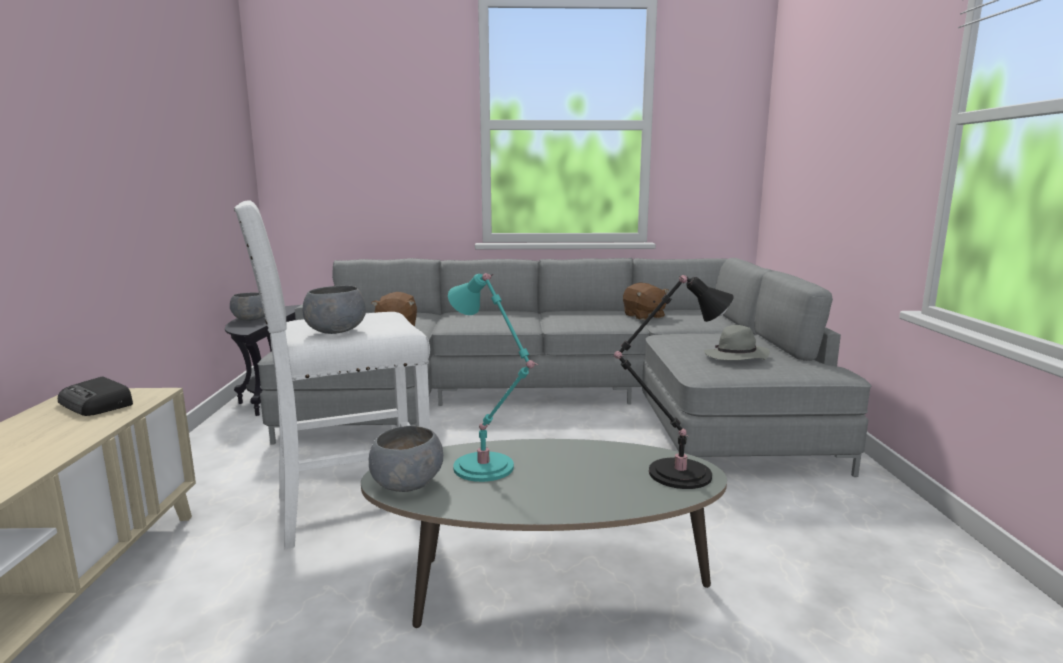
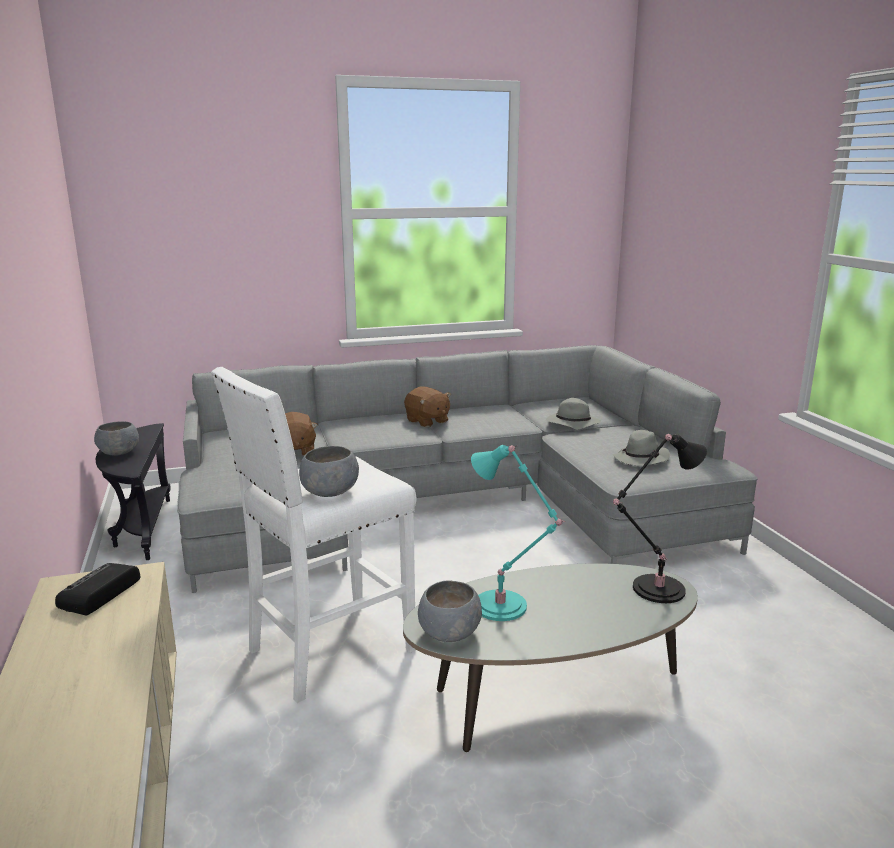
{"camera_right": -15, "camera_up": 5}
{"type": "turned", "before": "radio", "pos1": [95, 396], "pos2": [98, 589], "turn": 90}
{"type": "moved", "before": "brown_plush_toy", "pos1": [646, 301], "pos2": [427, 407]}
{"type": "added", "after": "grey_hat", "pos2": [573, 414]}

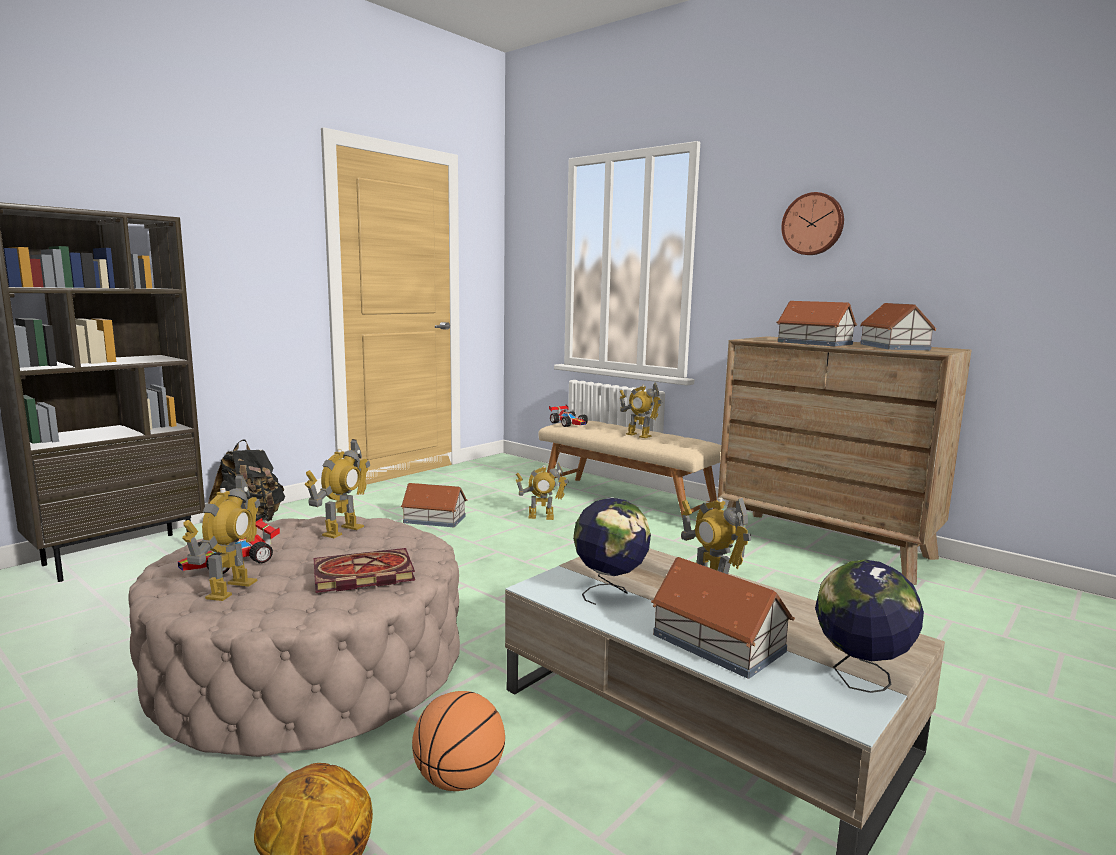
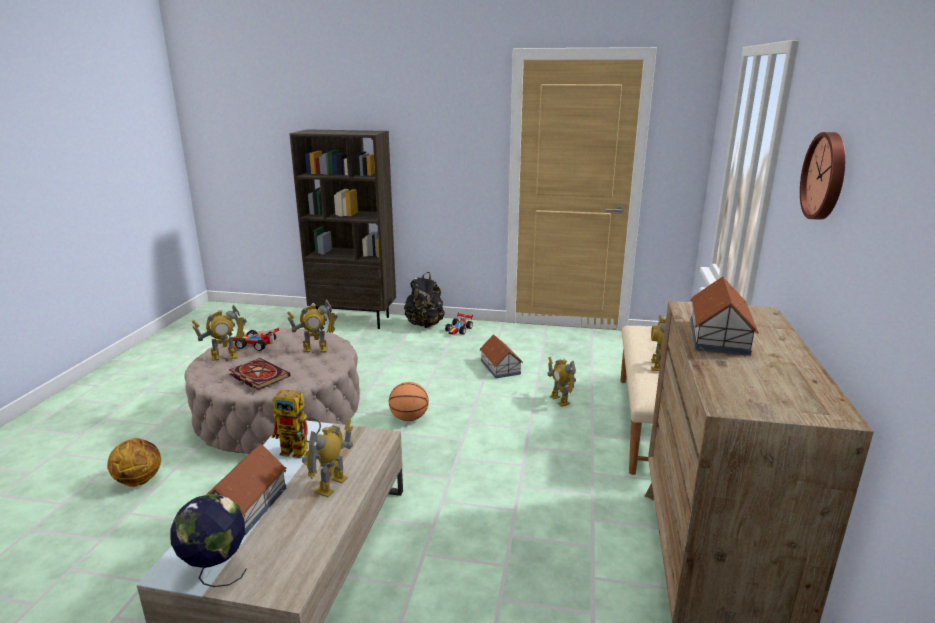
{"camera_right": 60, "camera_up": 10}
{"type": "moved", "before": "basketball", "pos1": [458, 741], "pos2": [409, 401]}
{"type": "moved", "before": "toy_car", "pos1": [568, 416], "pos2": [459, 323]}
{"type": "replaced", "before": "globe", "after": "toy_robot", "pos1": [612, 551], "pos2": [296, 423]}
{"type": "removed", "before": "toy_house", "pos1": [898, 326]}

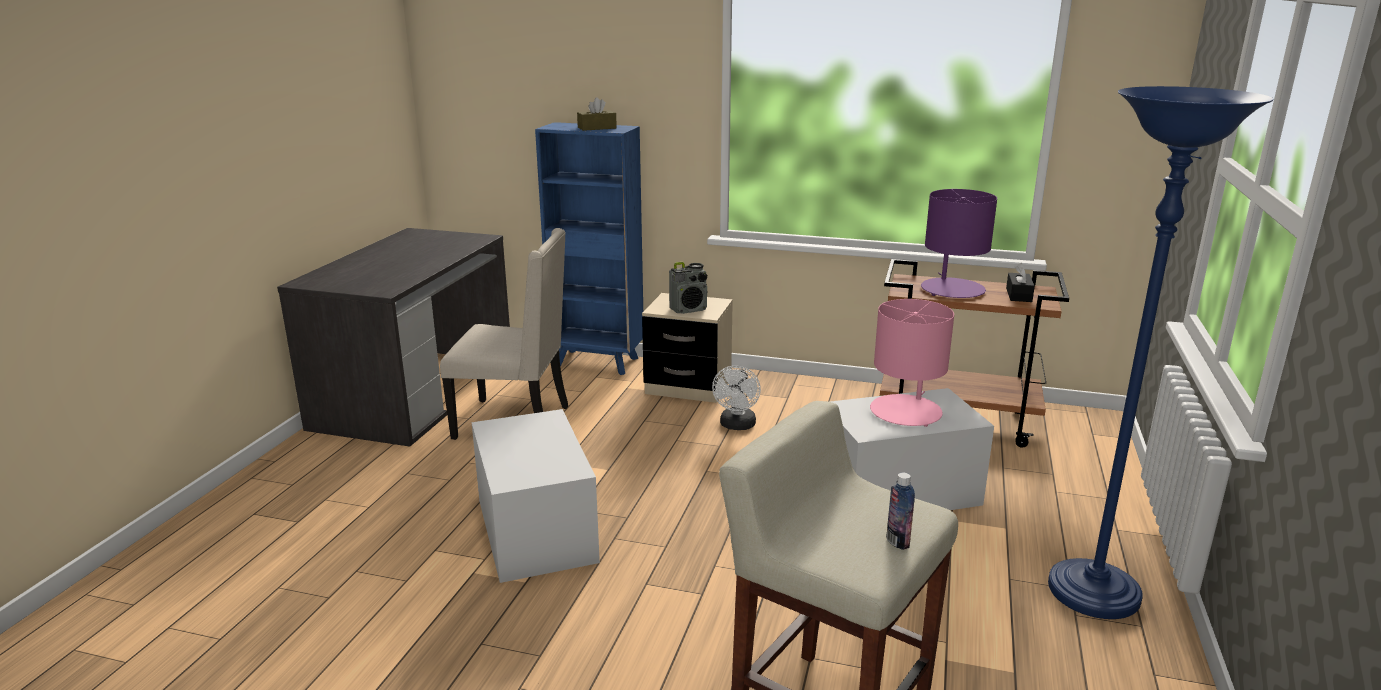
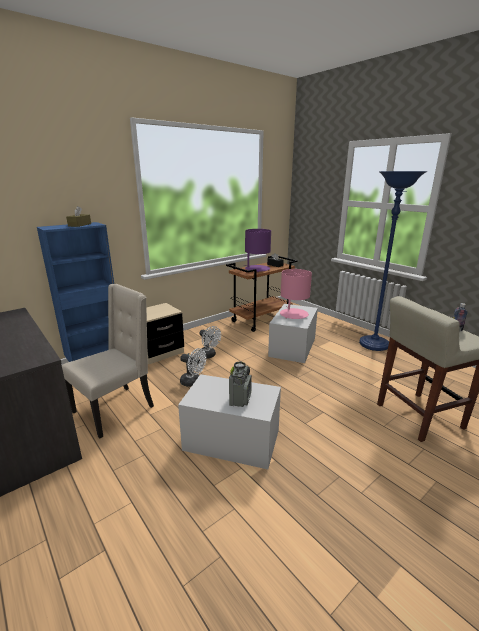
{"camera_right": -55, "camera_up": 0}
{"type": "moved", "before": "radio", "pos1": [688, 288], "pos2": [240, 384]}
{"type": "added", "after": "white_fan", "pos2": [193, 367]}

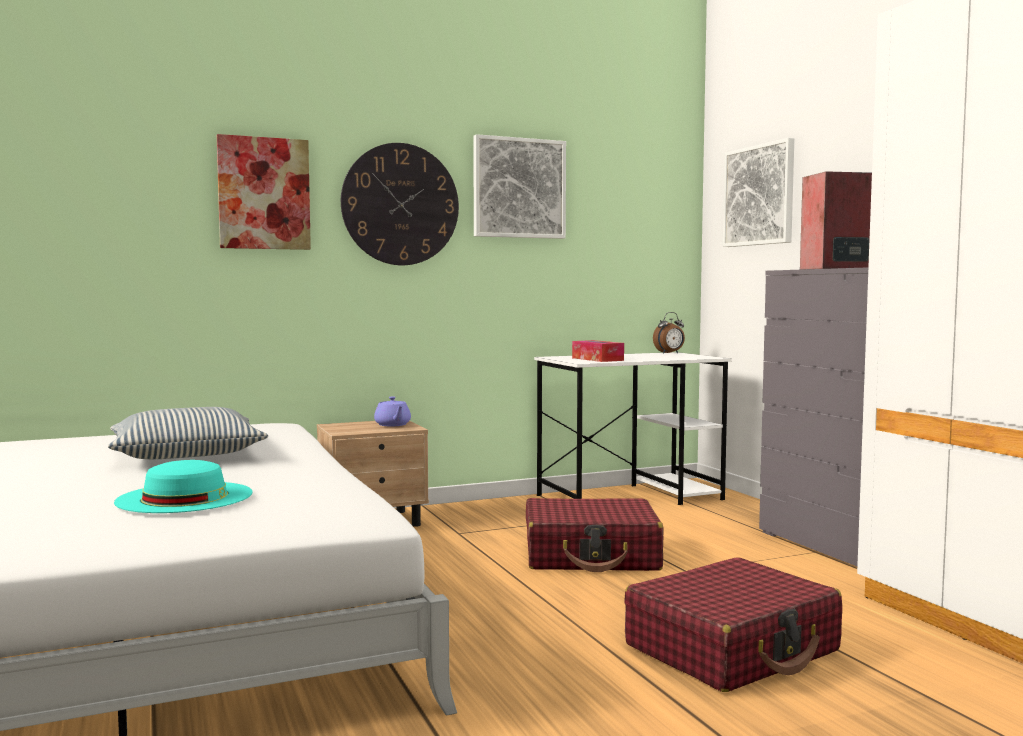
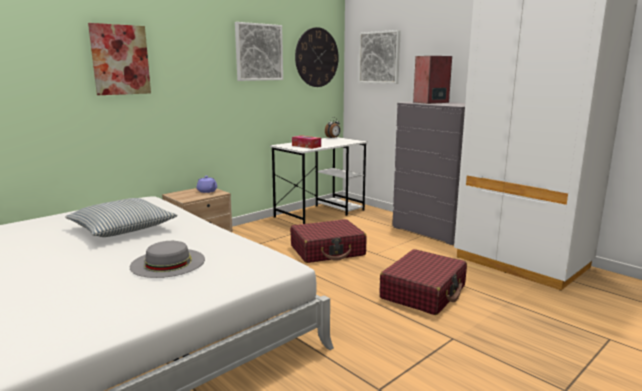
{"camera_right": -20, "camera_up": 10}
{"type": "recoloured", "before": "turquoise_hat", "after": "grey_hat", "pos1": [183, 486], "pos2": [167, 259]}
{"type": "moved", "before": "wall_clock", "pos1": [400, 204], "pos2": [317, 57]}

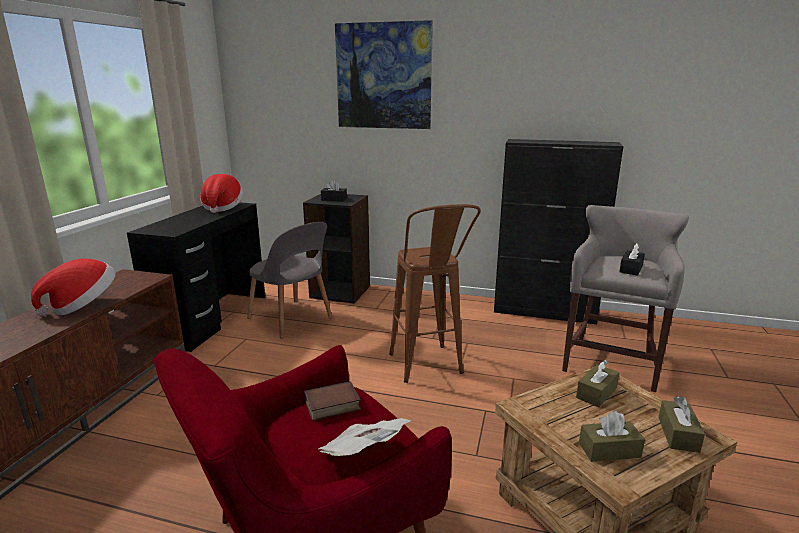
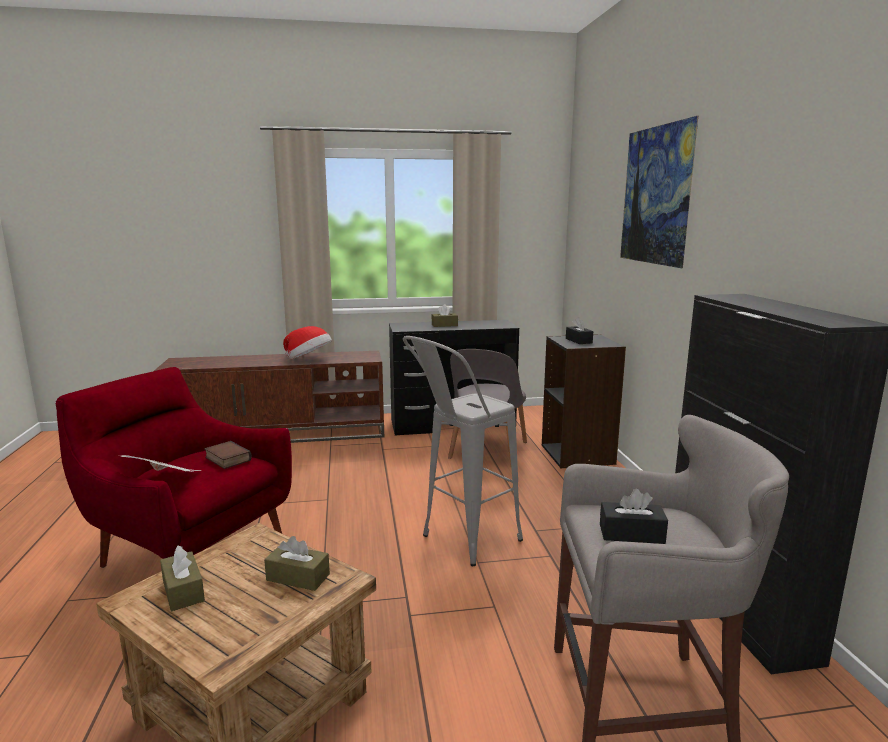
{"camera_right": 65, "camera_up": -5}
{"type": "removed", "before": "hat", "pos1": [221, 193]}
{"type": "recoloured", "before": "brown_stool", "after": "grey_stool", "pos1": [435, 293], "pos2": [463, 451]}
{"type": "moved", "before": "brown_tissue_box", "pos1": [681, 424], "pos2": [445, 315]}

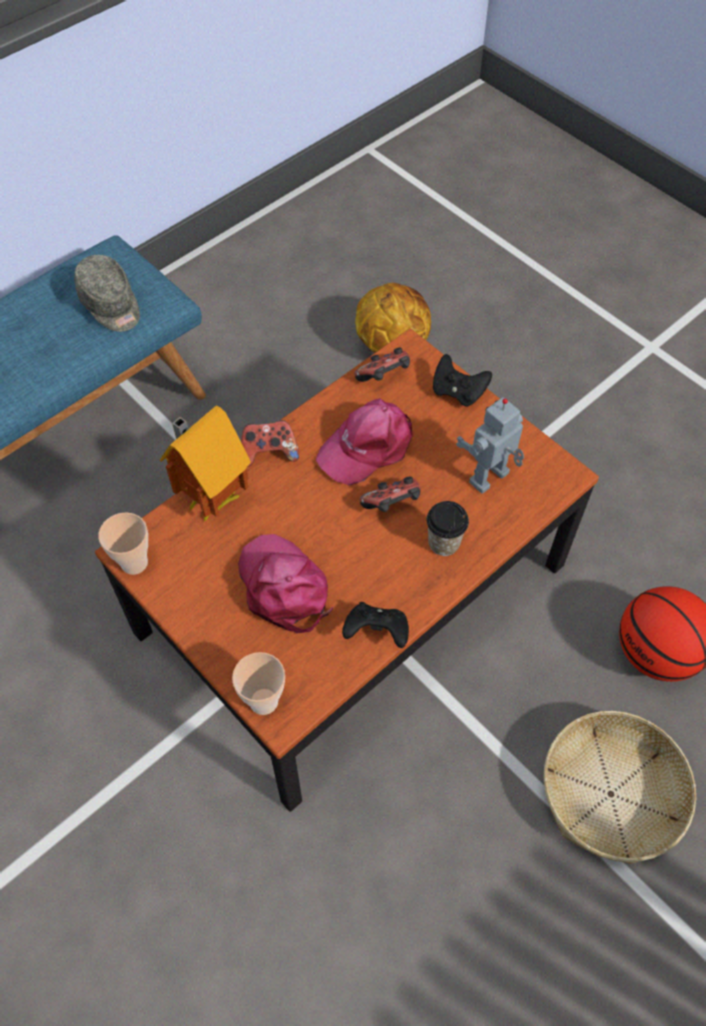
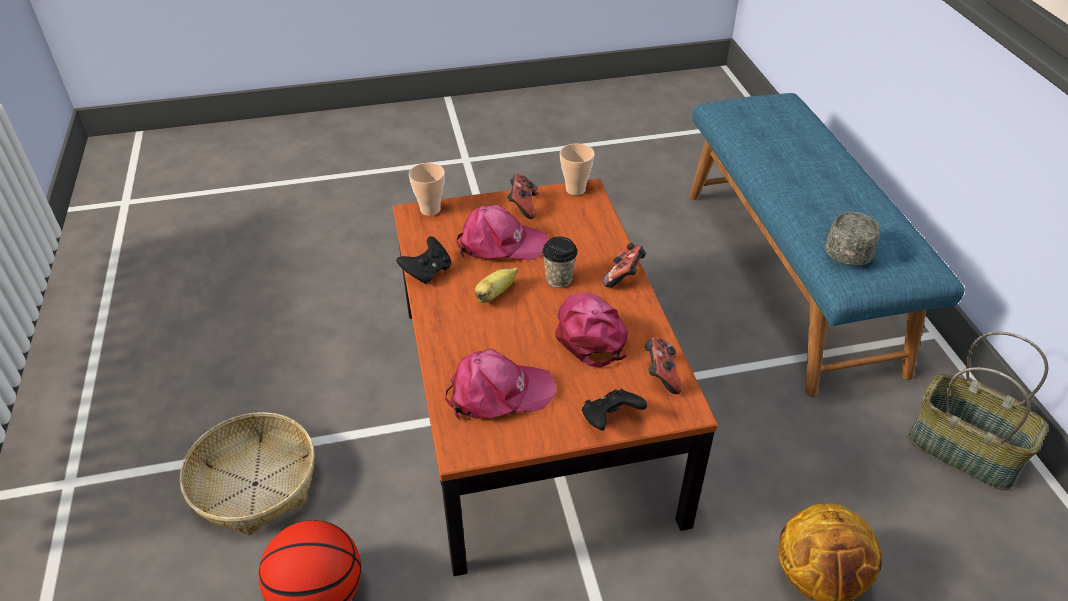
{"camera_right": 120, "camera_up": -15}
{"type": "turned", "before": "grey_cap", "pos1": [107, 293], "pos2": [852, 238], "turn": 120}
{"type": "removed", "before": "toy_house", "pos1": [205, 464]}
{"type": "moved", "before": "game_controller", "pos1": [390, 494], "pos2": [523, 196]}
{"type": "moved", "before": "cup", "pos1": [447, 528], "pos2": [559, 262]}
{"type": "replaced", "before": "toy_robot", "after": "pink_cap", "pos1": [490, 445], "pos2": [500, 384]}
{"type": "added", "after": "banana", "pos2": [496, 285]}
{"type": "added", "after": "basket", "pos2": [978, 410]}

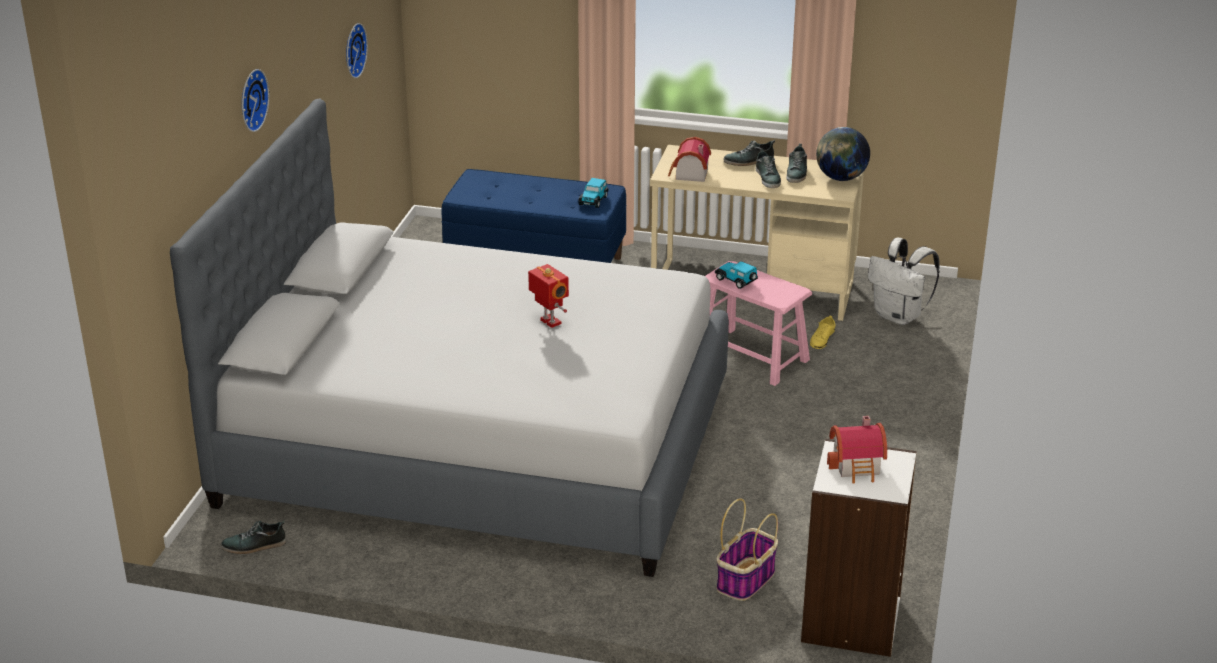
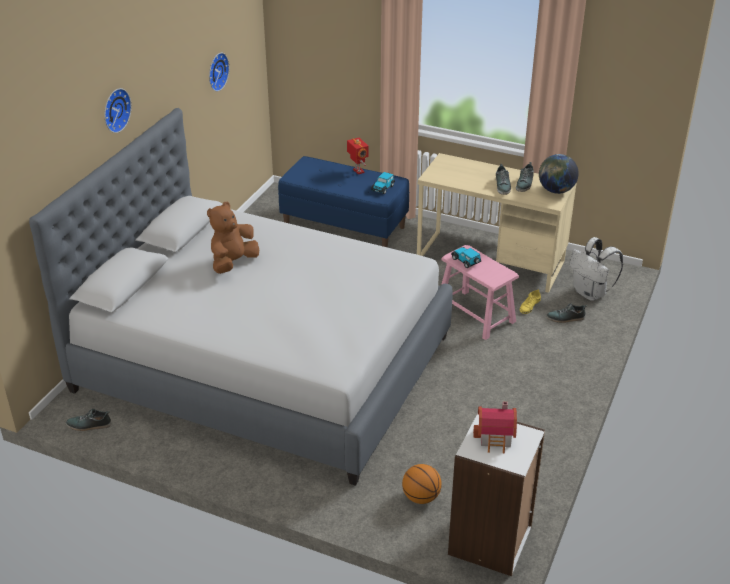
{"camera_right": 10, "camera_up": 5}
{"type": "moved", "before": "toy_robot", "pos1": [548, 296], "pos2": [358, 156]}
{"type": "removed", "before": "toy_house", "pos1": [689, 159]}
{"type": "replaced", "before": "basket", "after": "basketball", "pos1": [747, 549], "pos2": [422, 484]}
{"type": "moved", "before": "shoe", "pos1": [749, 153], "pos2": [566, 313]}
{"type": "added", "after": "brown_plush_toy", "pos2": [233, 238]}

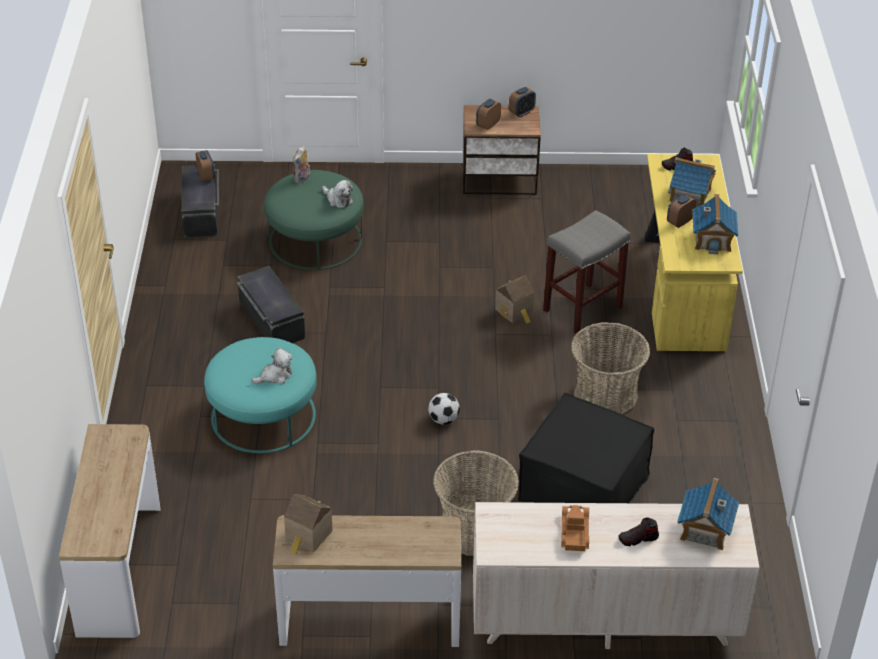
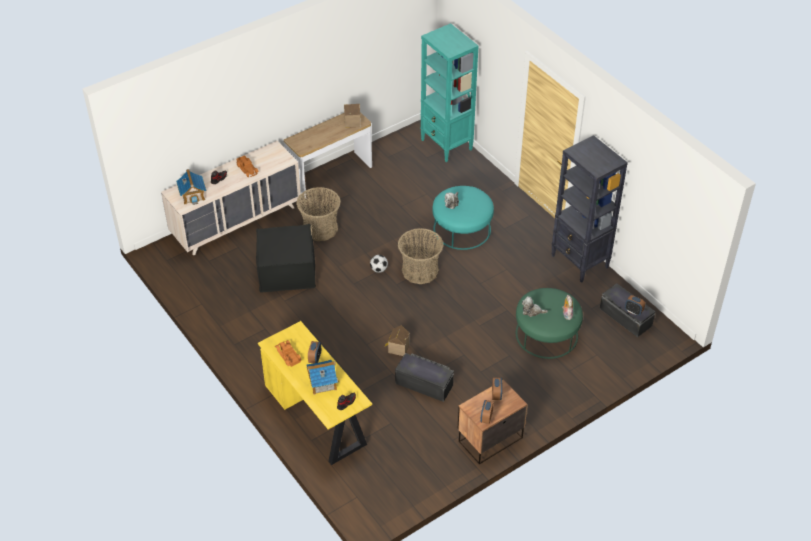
{"camera_right": 145, "camera_up": 5}
{"type": "replaced", "before": "console_table", "after": "turquoise_bookcase", "pos1": [110, 531], "pos2": [449, 92]}
{"type": "moved", "before": "black_storage_box", "pos1": [271, 304], "pos2": [424, 377]}
{"type": "removed", "before": "grey_stool", "pos1": [587, 272]}
{"type": "moved", "before": "basket", "pos1": [610, 368], "pos2": [420, 256]}
{"type": "replaced", "before": "toy_house", "after": "toy_truck", "pos1": [715, 224], "pos2": [288, 353]}
{"type": "added", "after": "black_bookcase", "pos2": [589, 209]}

